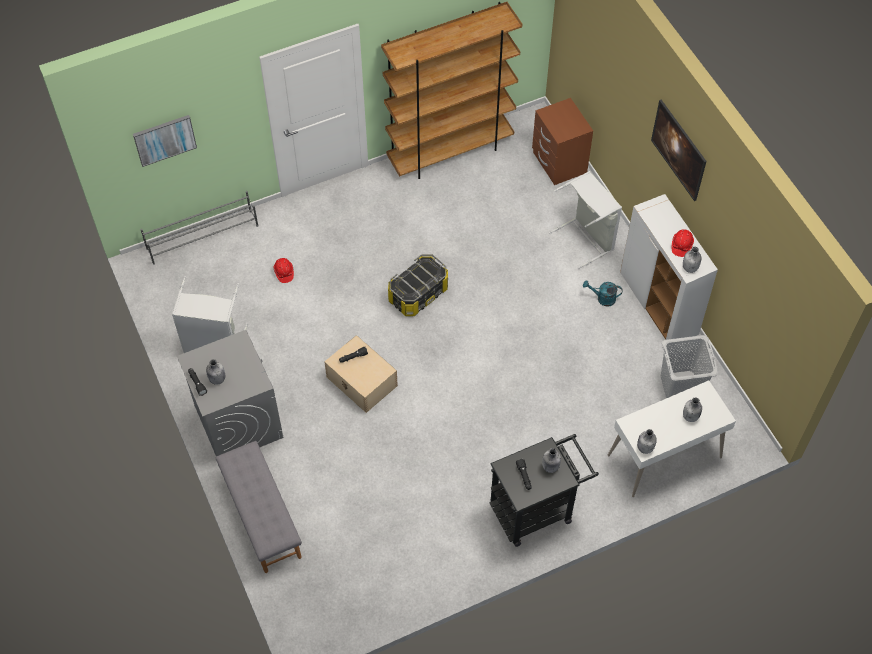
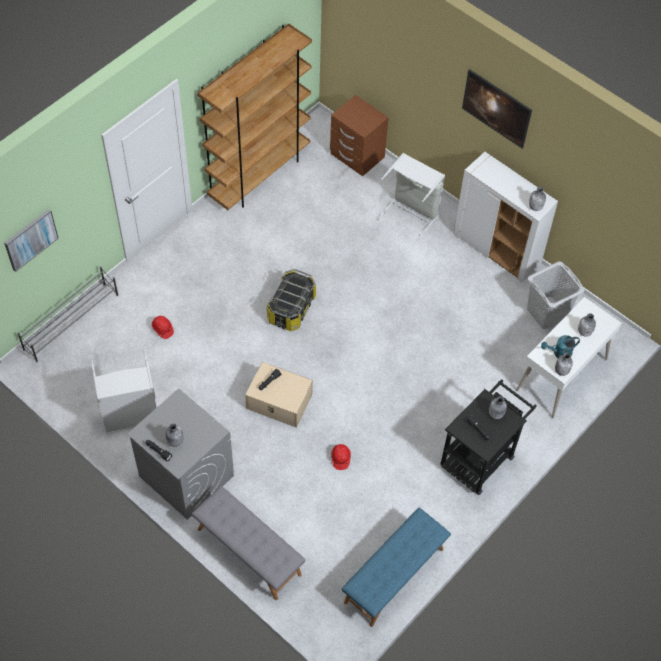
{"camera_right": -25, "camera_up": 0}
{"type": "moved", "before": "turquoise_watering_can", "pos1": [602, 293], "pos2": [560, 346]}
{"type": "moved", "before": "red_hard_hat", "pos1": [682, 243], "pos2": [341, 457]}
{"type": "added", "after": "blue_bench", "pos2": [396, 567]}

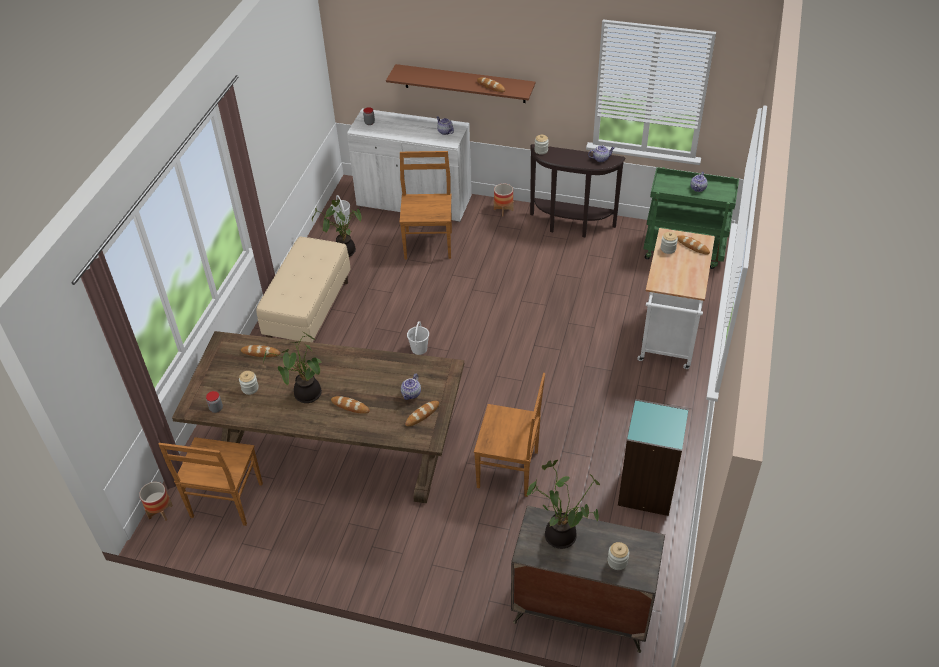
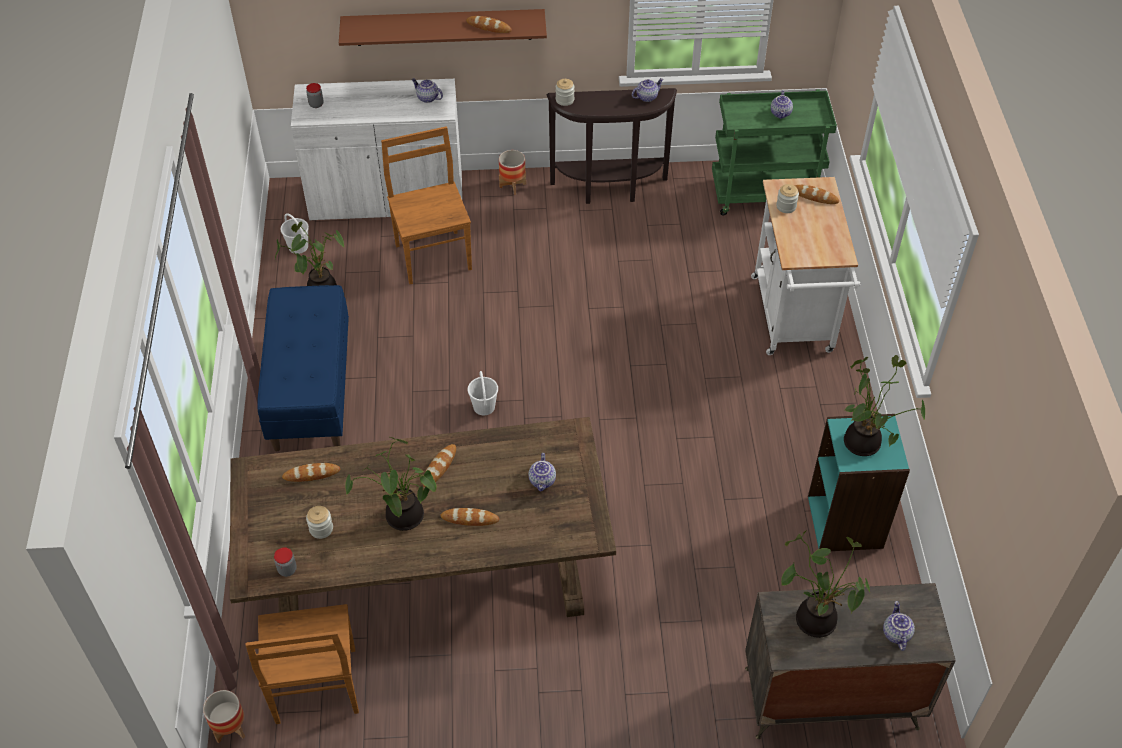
{"camera_right": -20, "camera_up": 5}
{"type": "recoloured", "before": "beige_bench", "after": "blue_bench", "pos1": [303, 289], "pos2": [303, 368]}
{"type": "moved", "before": "bread", "pos1": [422, 413], "pos2": [439, 465]}
{"type": "removed", "before": "brown_chair", "pos1": [509, 435]}
{"type": "replaced", "before": "jar", "after": "teapot", "pos1": [618, 556], "pos2": [899, 626]}
{"type": "added", "after": "potted_plant", "pos2": [884, 405]}

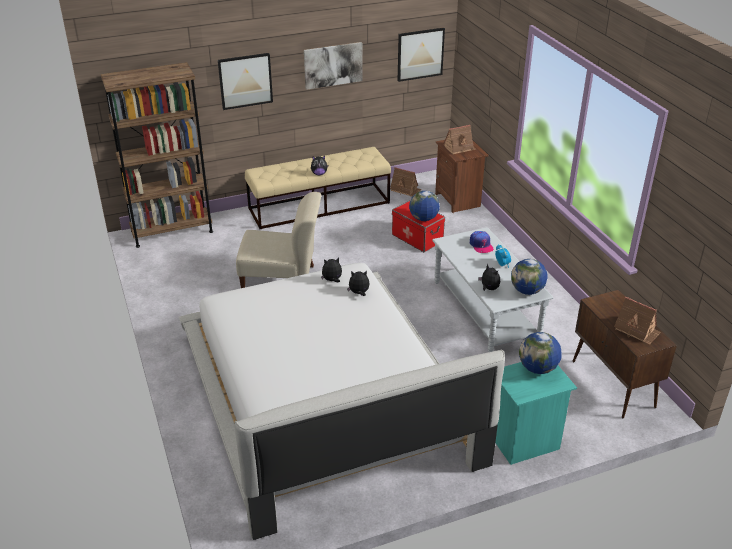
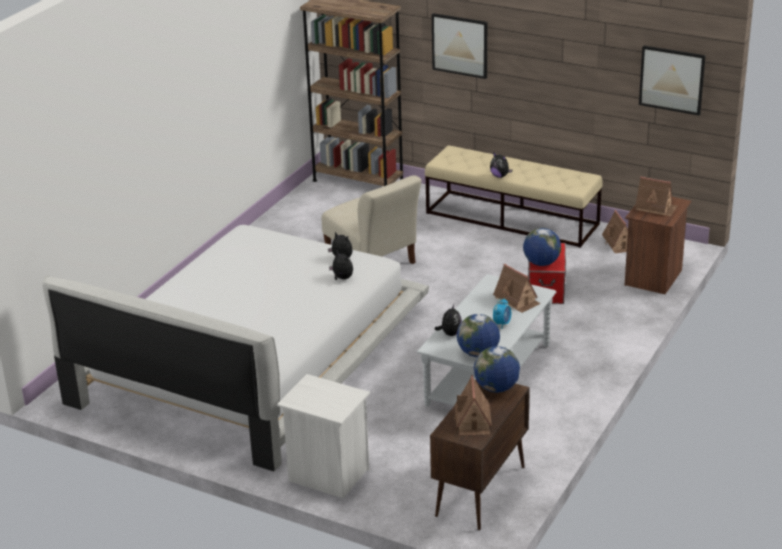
{"camera_right": 50, "camera_up": -5}
{"type": "removed", "before": "picture", "pos1": [333, 66]}
{"type": "replaced", "before": "cap", "after": "toy_house", "pos1": [482, 242], "pos2": [517, 288]}
{"type": "recoloured", "before": "turquoise_nightstand", "after": "white_nightstand", "pos1": [536, 413], "pos2": [323, 436]}
{"type": "moved", "before": "globe", "pos1": [540, 353], "pos2": [497, 369]}

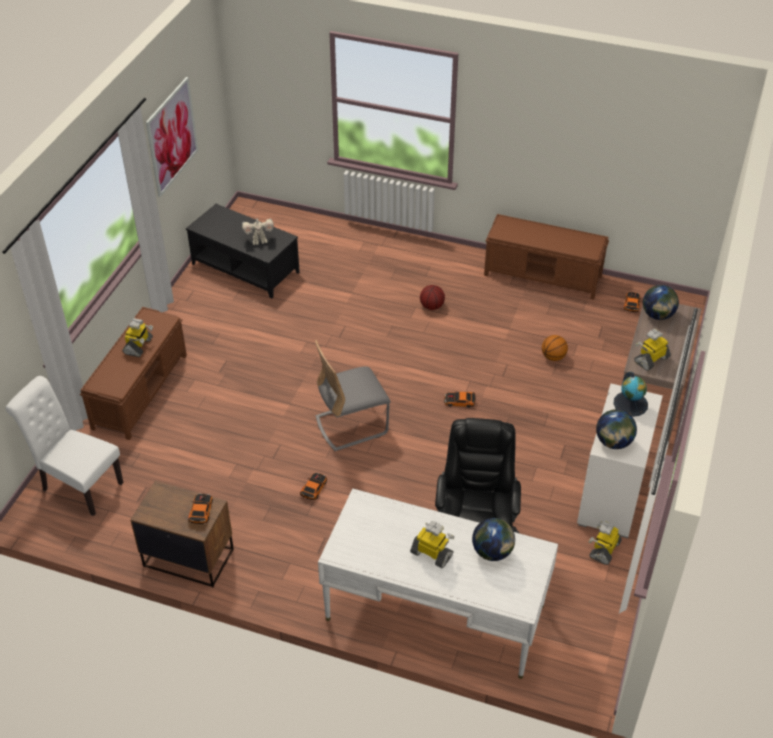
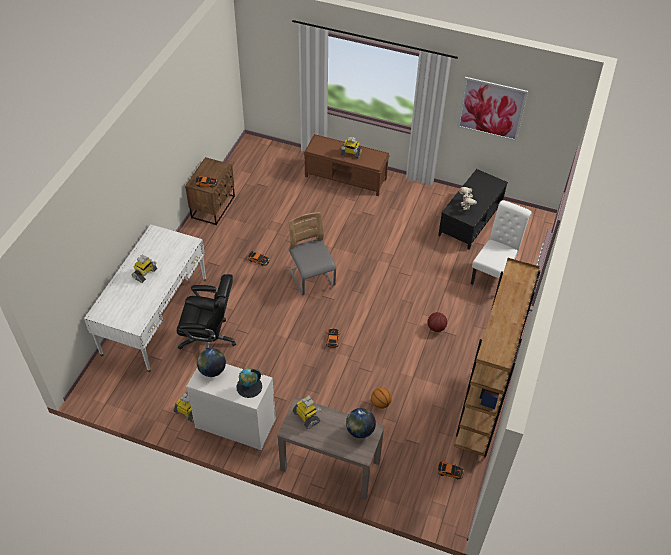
{"camera_right": 90, "camera_up": 5}
{"type": "moved", "before": "white_chair", "pos1": [64, 446], "pos2": [501, 242]}
{"type": "removed", "before": "globe", "pos1": [493, 539]}
{"type": "replaced", "before": "brown_bench", "after": "brown_bookcase", "pos1": [546, 257], "pos2": [497, 357]}

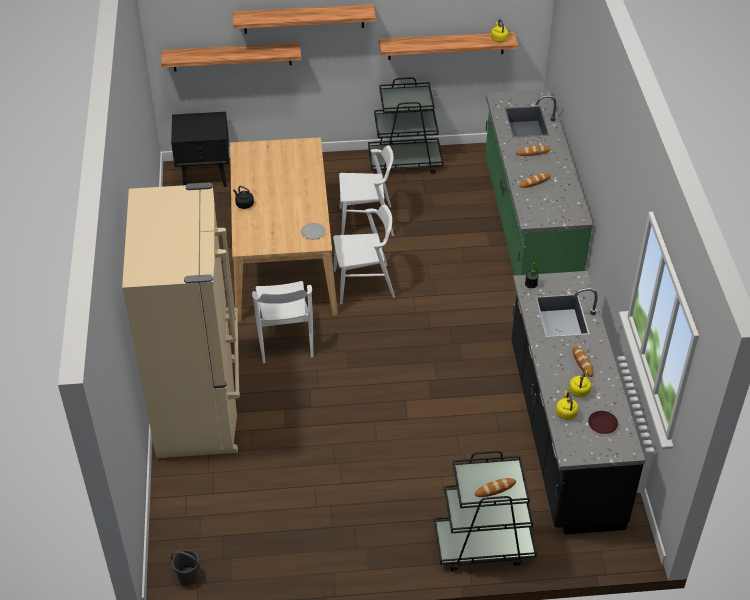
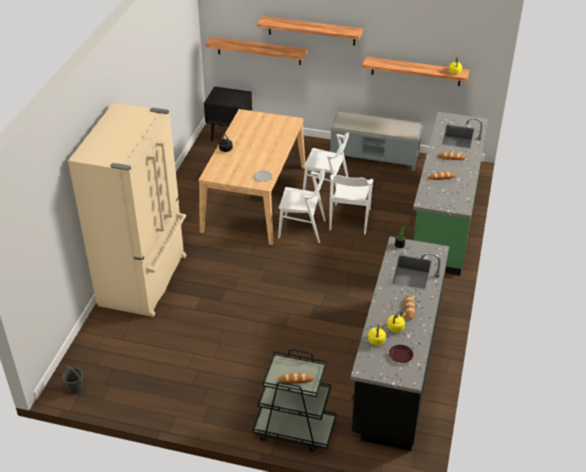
{"camera_right": 20, "camera_up": -5}
{"type": "moved", "before": "white_chair", "pos1": [282, 322], "pos2": [351, 204]}
{"type": "replaced", "before": "black_cart", "after": "grey_bench", "pos1": [405, 126], "pos2": [376, 141]}

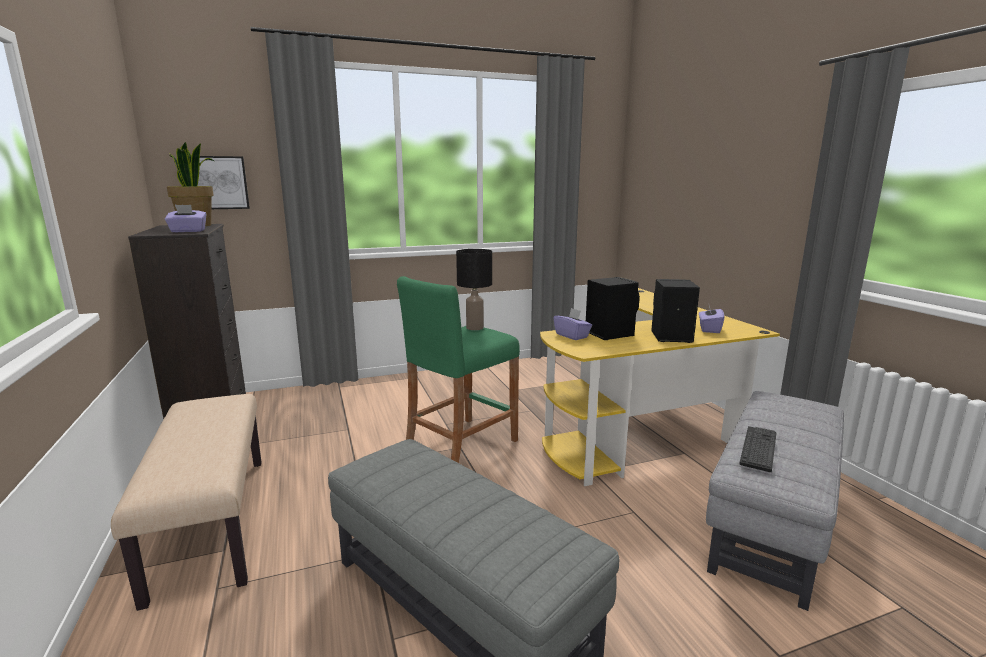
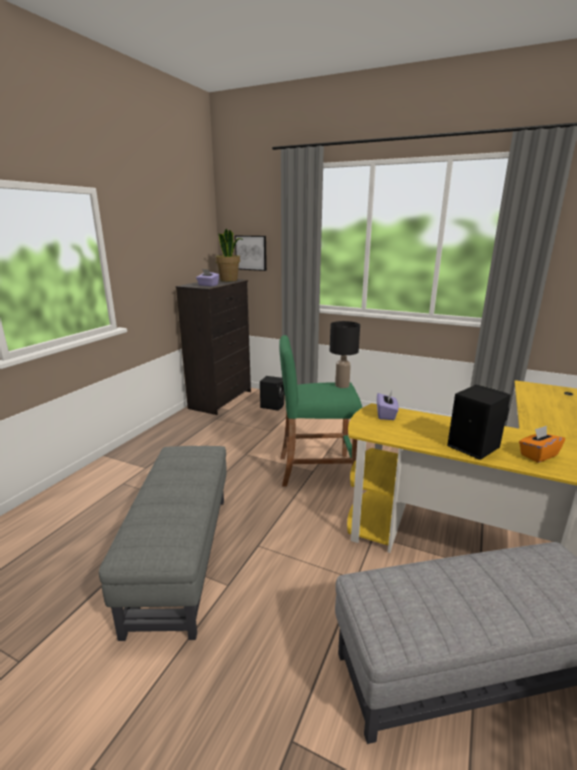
{"camera_right": 45, "camera_up": 5}
{"type": "removed", "before": "beige_bench", "pos1": [186, 502]}
{"type": "moved", "before": "black_speaker", "pos1": [613, 308], "pos2": [272, 393]}
{"type": "recoloured", "before": "purple_tissue_box", "after": "orange_tissue_box", "pos1": [711, 319], "pos2": [542, 444]}
{"type": "removed", "before": "keyboard", "pos1": [758, 449]}

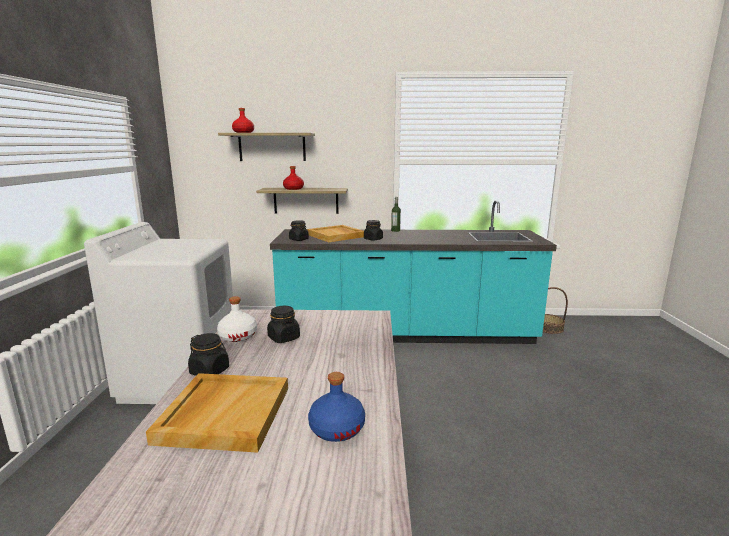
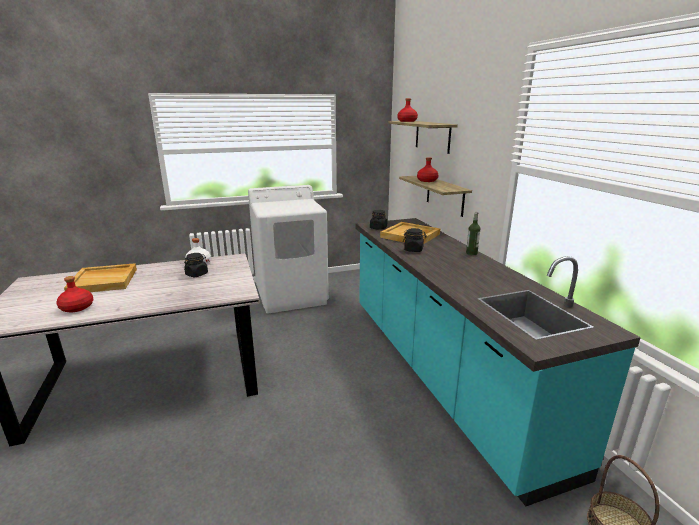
{"camera_right": 70, "camera_up": 5}
{"type": "removed", "before": "black_jar", "pos1": [208, 354]}
{"type": "recoloured", "before": "blue_bottle", "after": "red_bottle", "pos1": [336, 407], "pos2": [75, 294]}

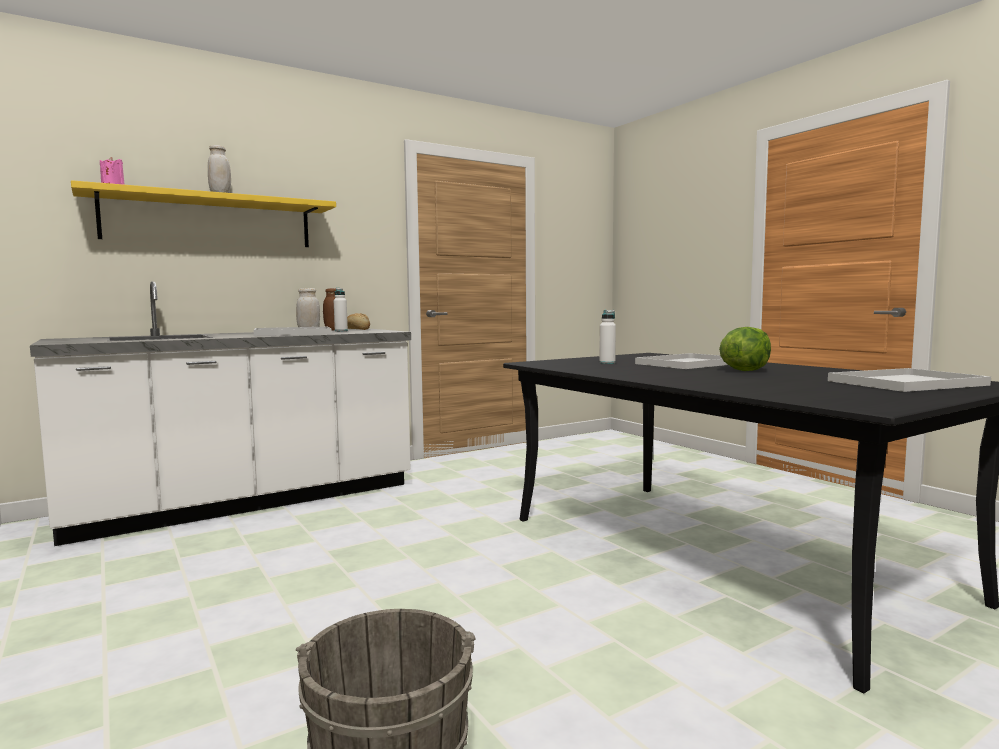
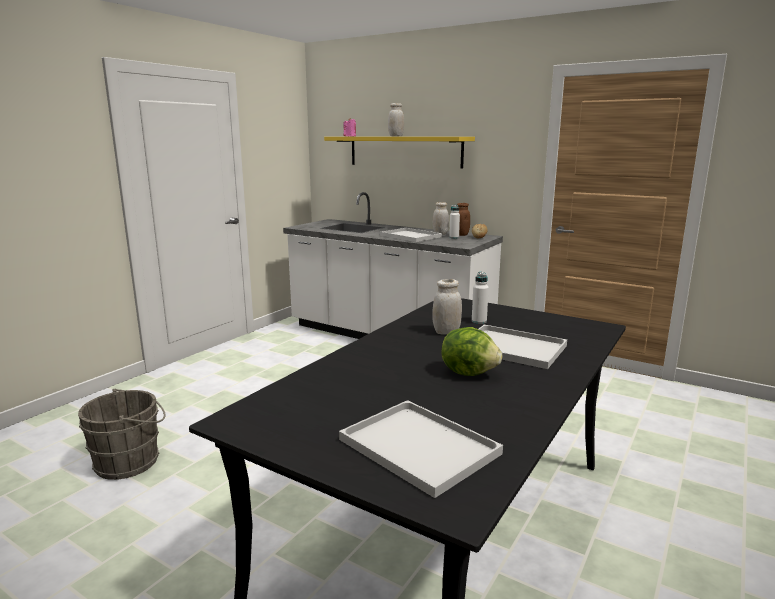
{"camera_right": 65, "camera_up": 10}
{"type": "added", "after": "white_jar", "pos2": [447, 307]}

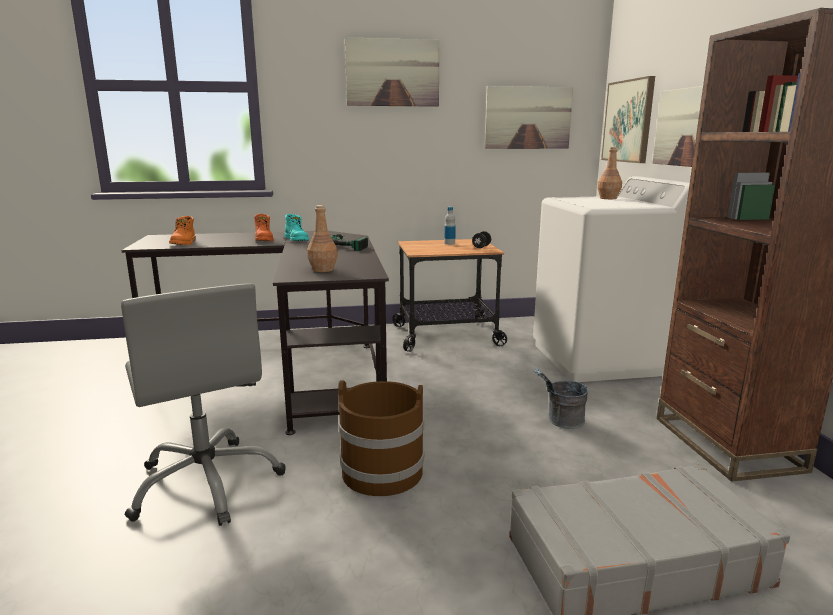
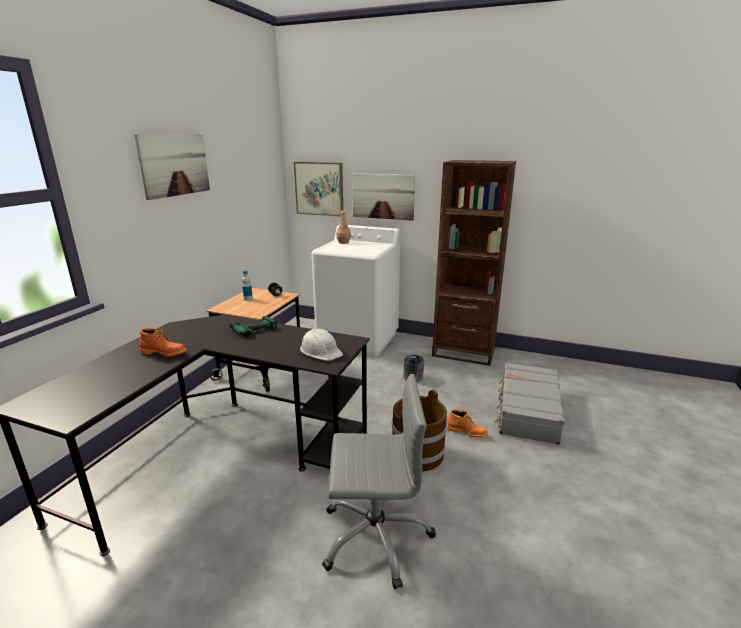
{"camera_right": -60, "camera_up": 5}
{"type": "moved", "before": "orange_boot", "pos1": [182, 230], "pos2": [467, 423]}
{"type": "removed", "before": "turquoise_boot", "pos1": [296, 227]}
{"type": "replaced", "before": "brown_bottle", "after": "white_hard_hat", "pos1": [322, 238], "pos2": [321, 345]}
{"type": "removed", "before": "picture", "pos1": [529, 117]}

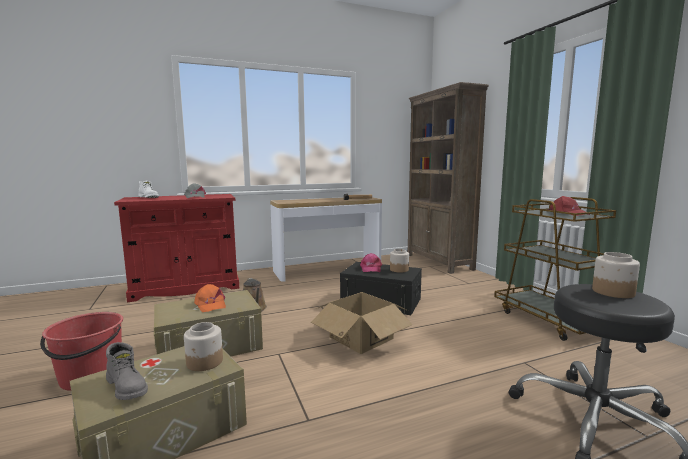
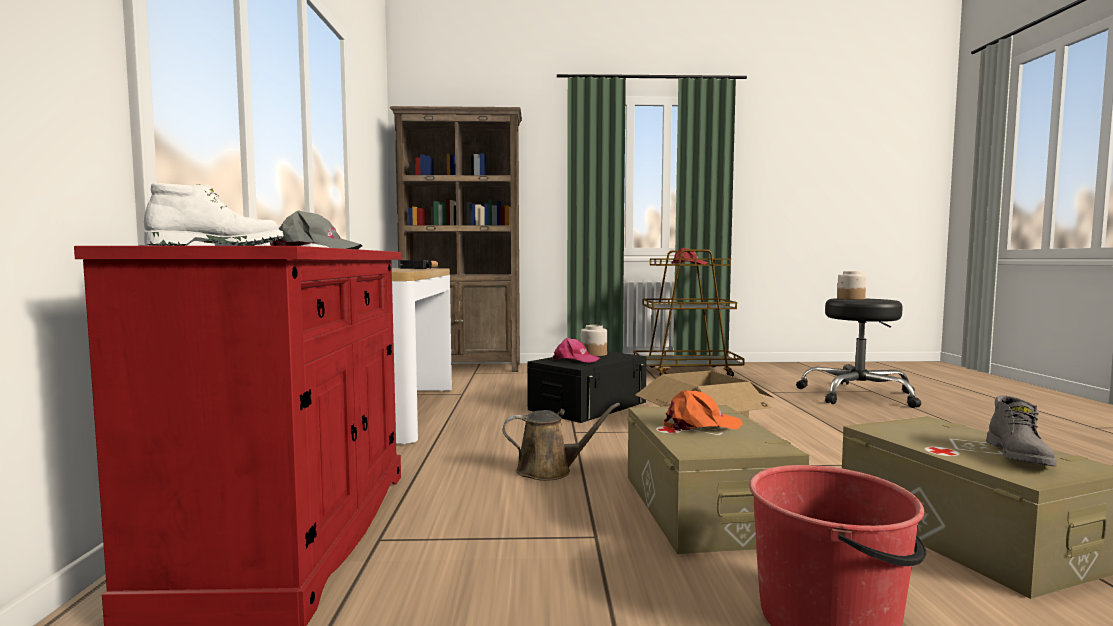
{"camera_right": -70, "camera_up": -5}
{"type": "turned", "before": "grey_boot", "pos1": [127, 371], "pos2": [1021, 431], "turn": 135}
{"type": "removed", "before": "jar", "pos1": [203, 346]}

